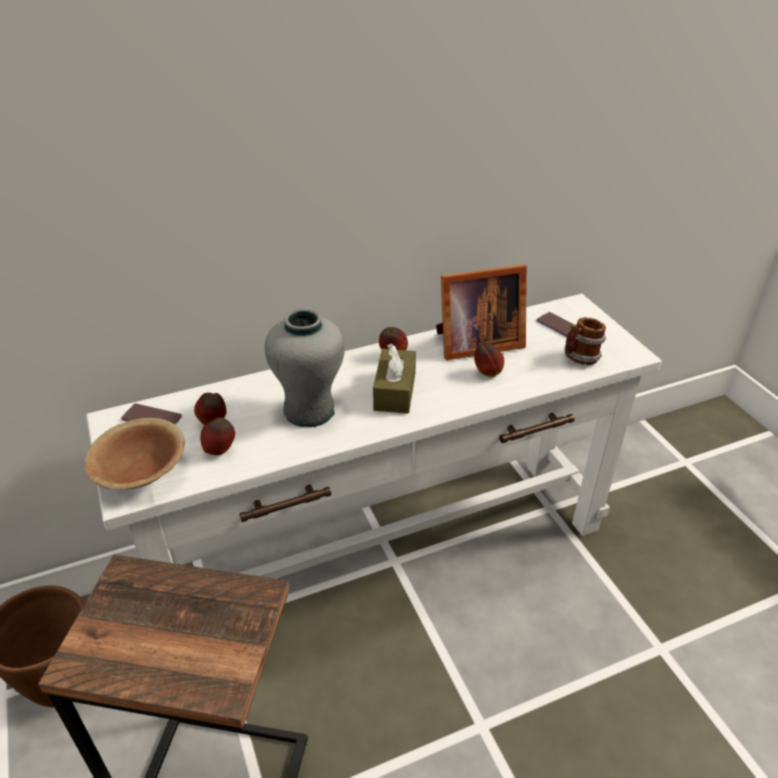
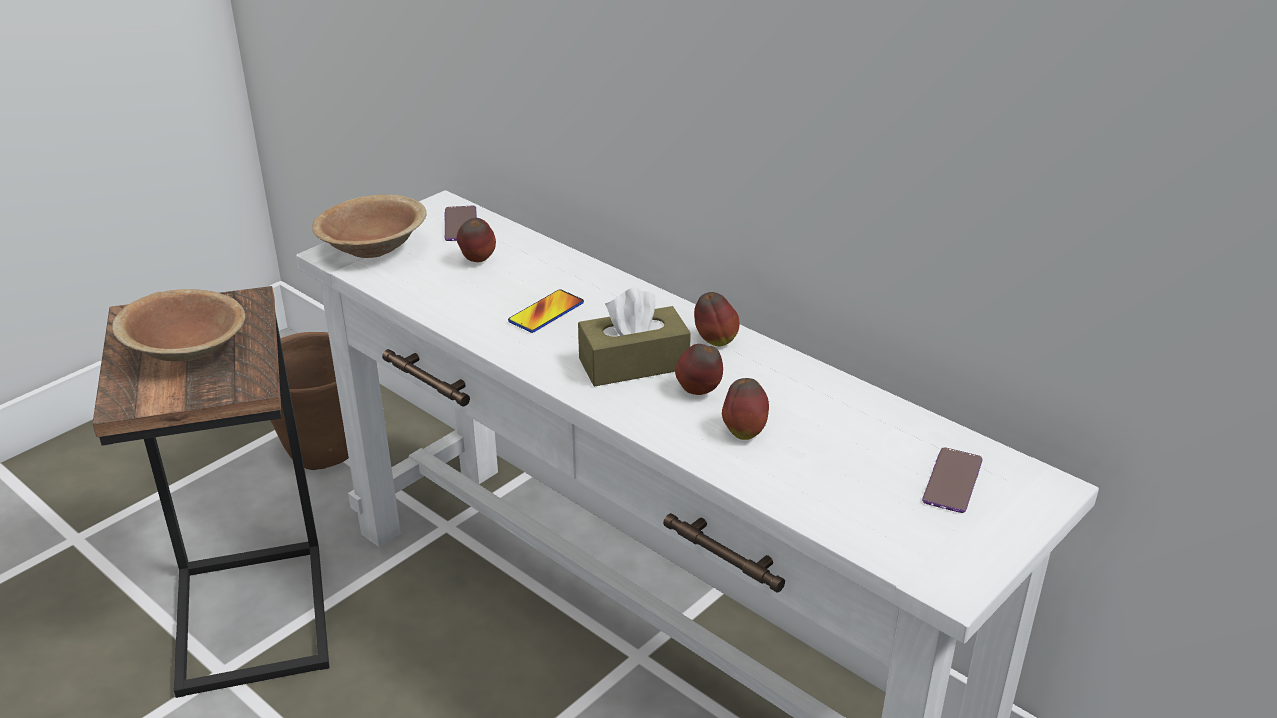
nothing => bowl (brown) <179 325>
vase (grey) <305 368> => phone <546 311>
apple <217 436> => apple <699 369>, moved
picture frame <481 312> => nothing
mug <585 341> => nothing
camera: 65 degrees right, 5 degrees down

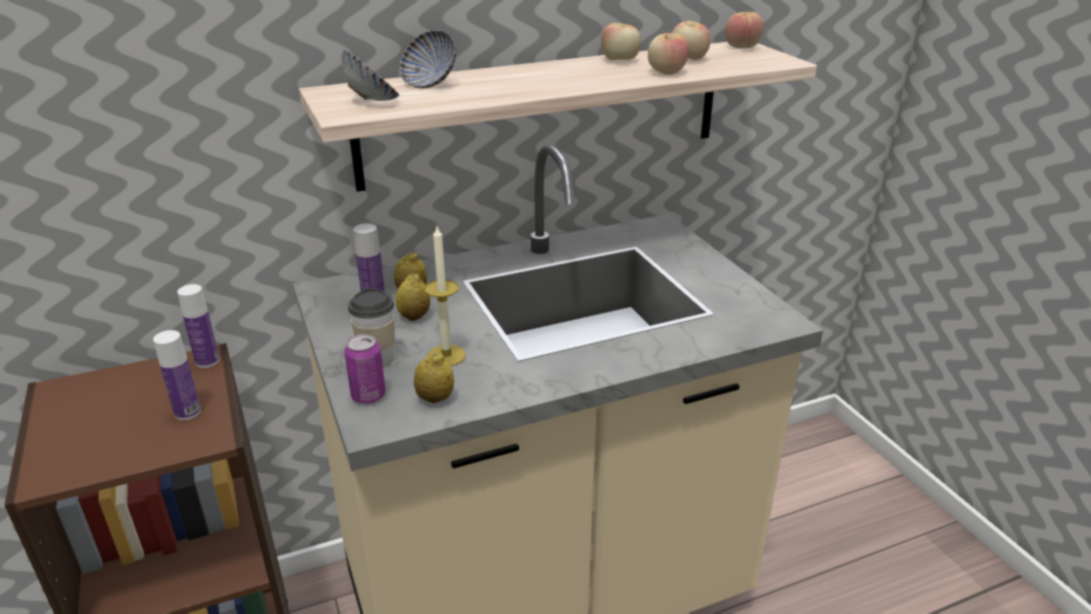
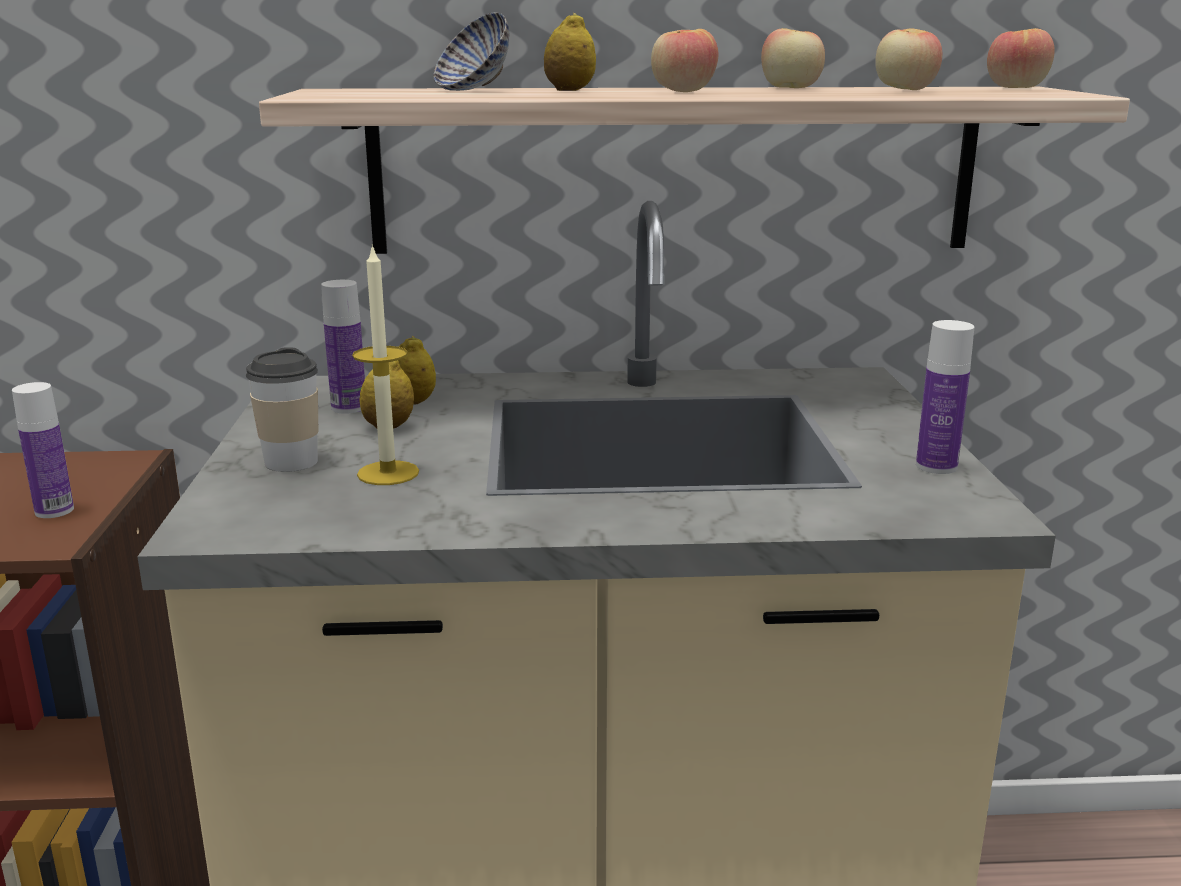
lemon <434 377> => lemon <570 52>, moved
apple <669 54> => apple <684 60>, moved
bottle <198 326> => bottle <945 397>, moved
bowl <370 75> => nothing
can <365 369> => nothing
camera: 20 degrees right, 10 degrees down

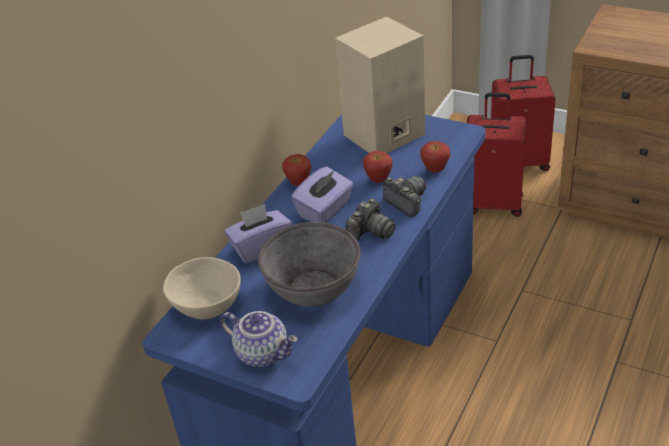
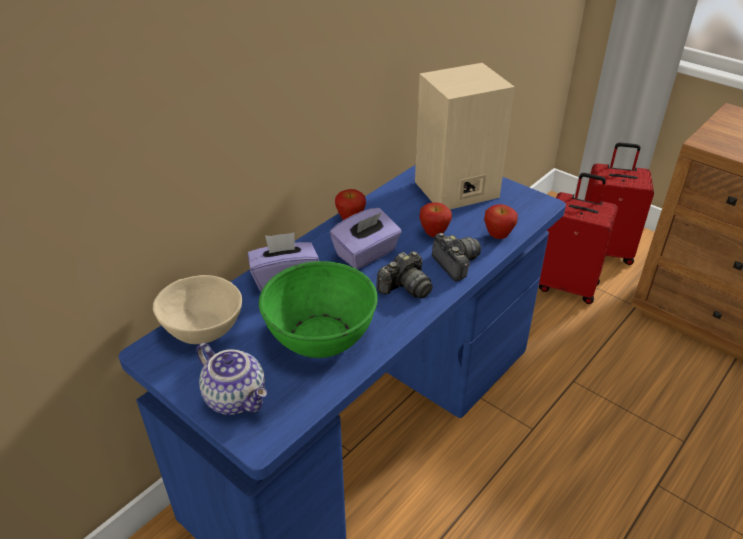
bowl (grey) <309 264> => bowl (green) <318 309>
camera: 10 degrees right, 0 degrees up

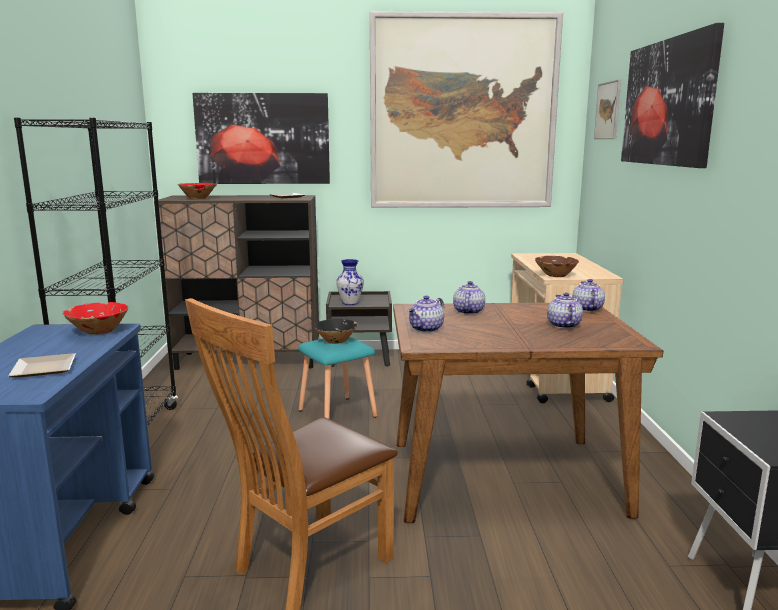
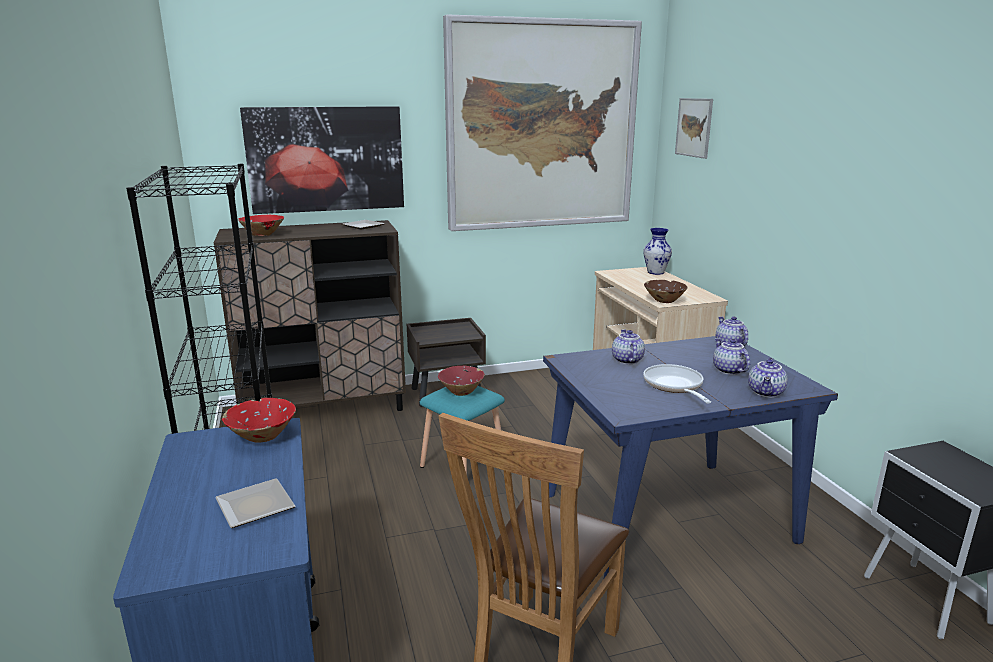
bowl (black) <336 331> => bowl (red) <461 381>
dining table (brown) <528 413> => dining table (blue) <690 457>
nothing => frying pan <677 384>
vase <350 282> => vase <658 251>, moved
teapot <426 314> => teapot <768 378>, moved
picture <672 95> => nothing
camera: 15 degrees left, 5 degrees up

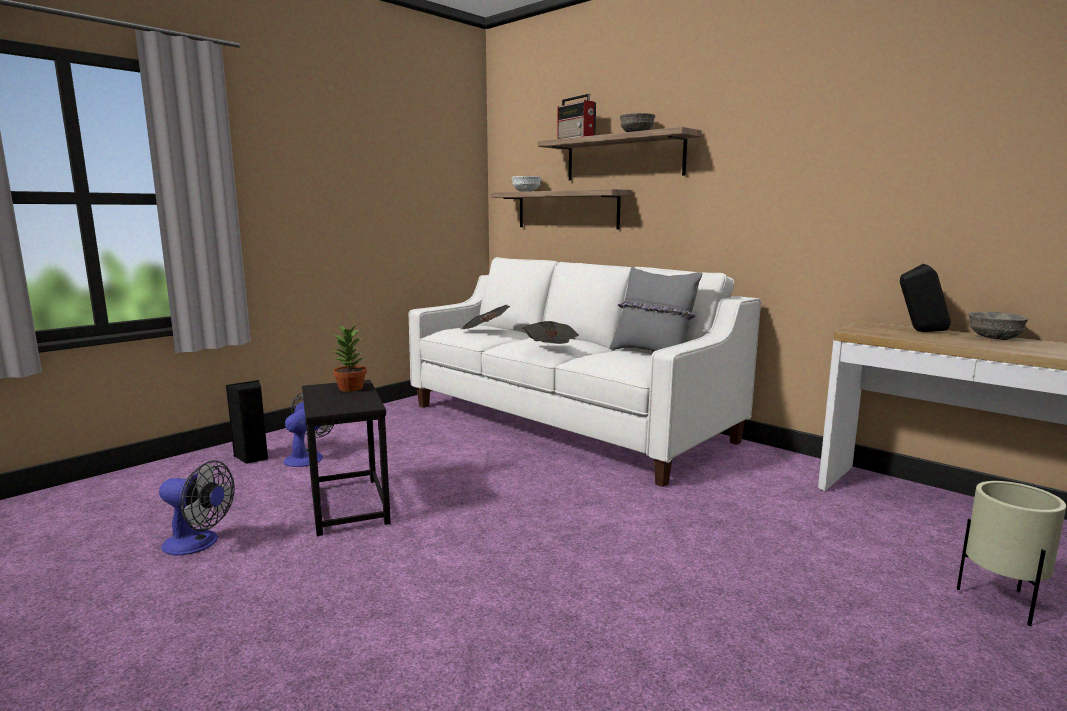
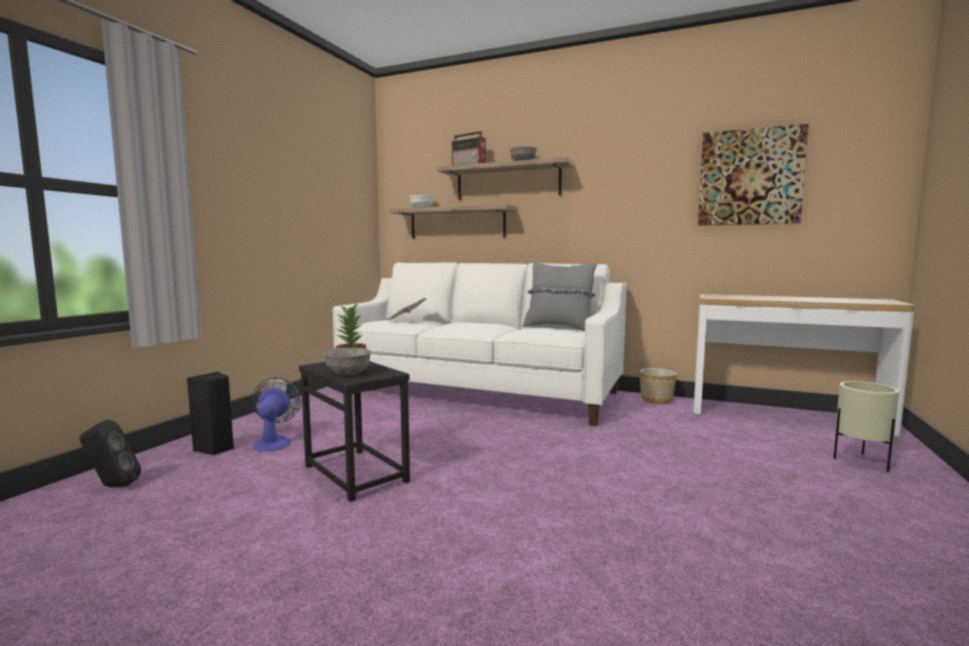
speaker (black) <925 298> => speaker (black) <110 453>, moved
bowl (grey) <998 326> => bowl (grey) <347 361>, moved
nothing => planter <658 386>
nothing => picture <753 175>
fan <197 507> => nothing
newspaper <550 332> => nothing
camera: 20 degrees left, 5 degrees down

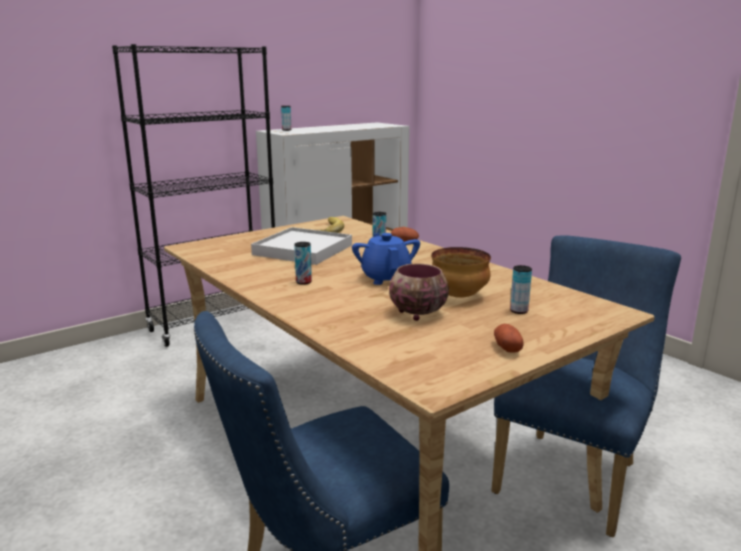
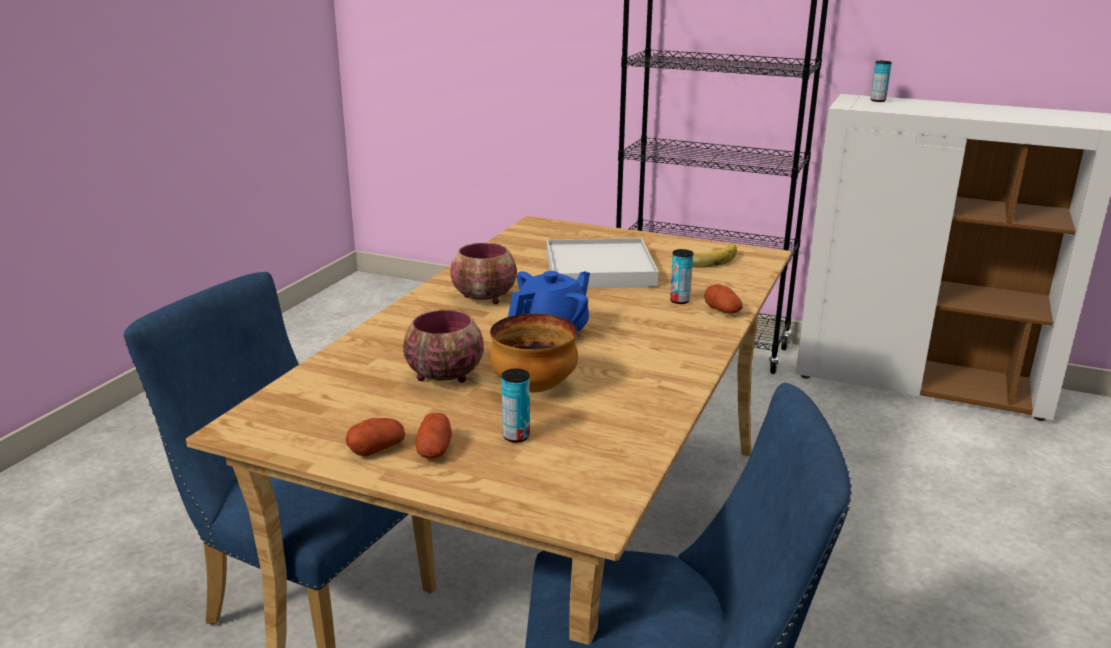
nothing => potato <434 436>
can <303 263> => bowl <483 273>
camera: 60 degrees right, 5 degrees up

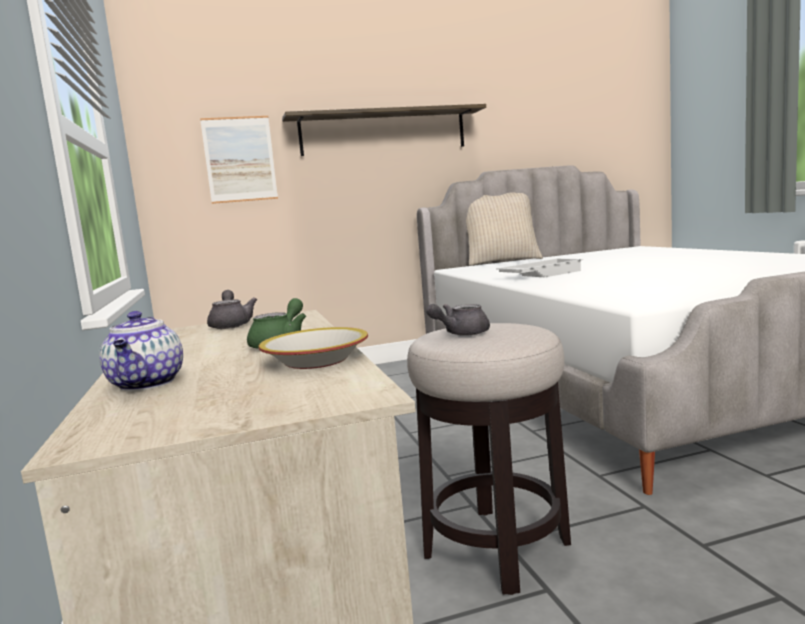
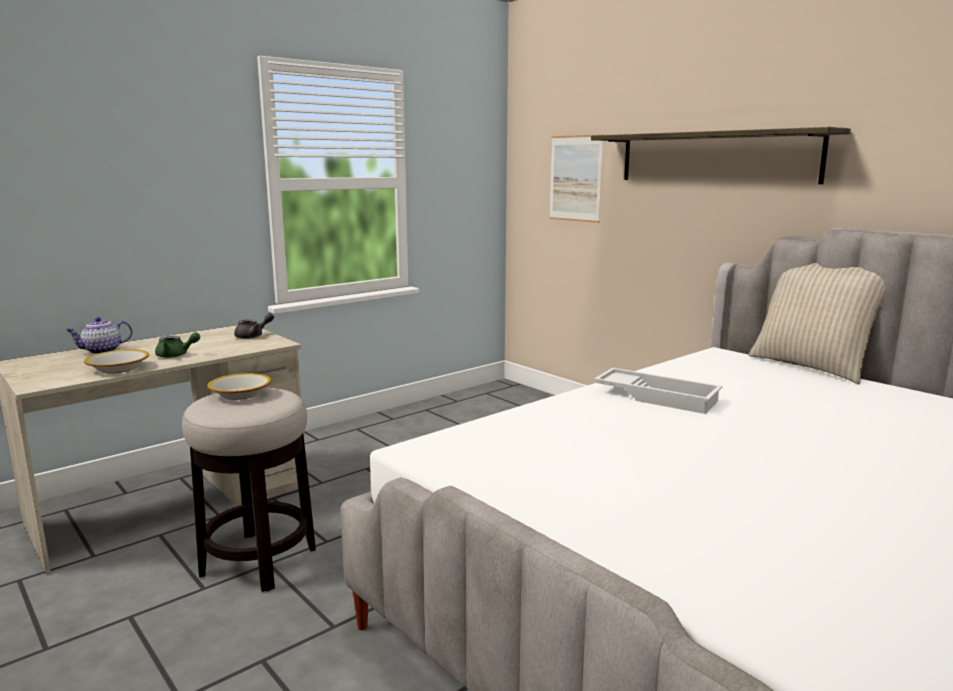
teapot (grey) <458 320> => bowl <239 386>
camera: 65 degrees right, 5 degrees up

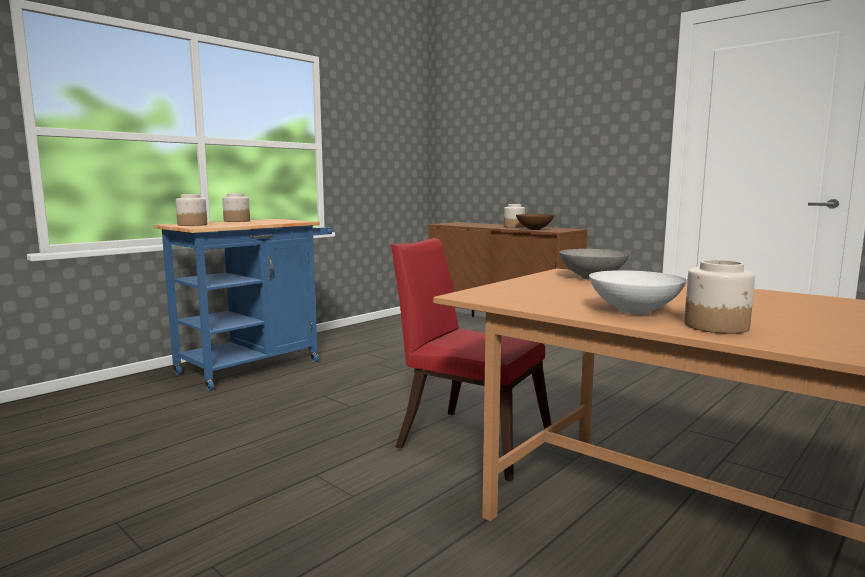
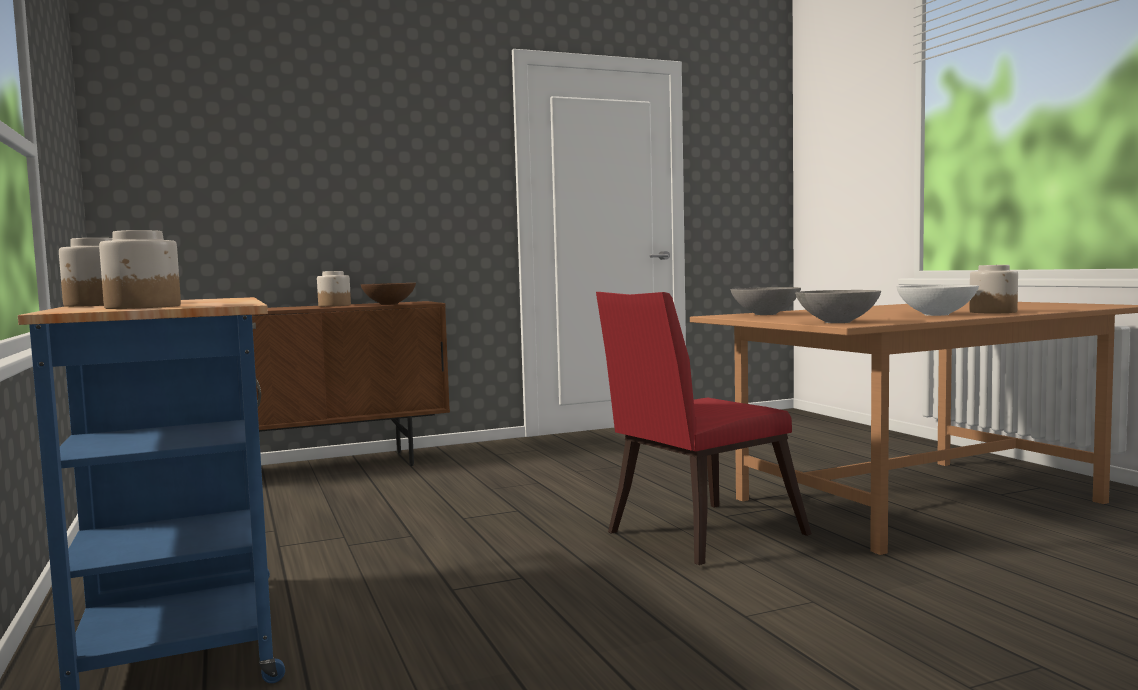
nothing => bowl (grey) <838 306>
camera: 65 degrees left, 5 degrees down

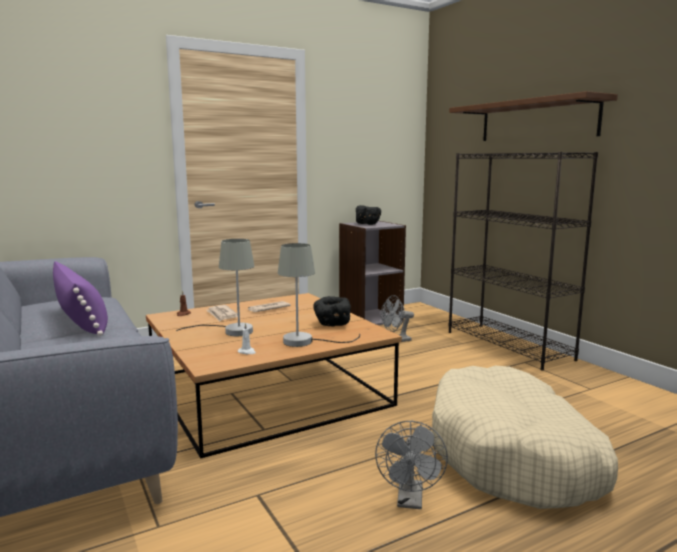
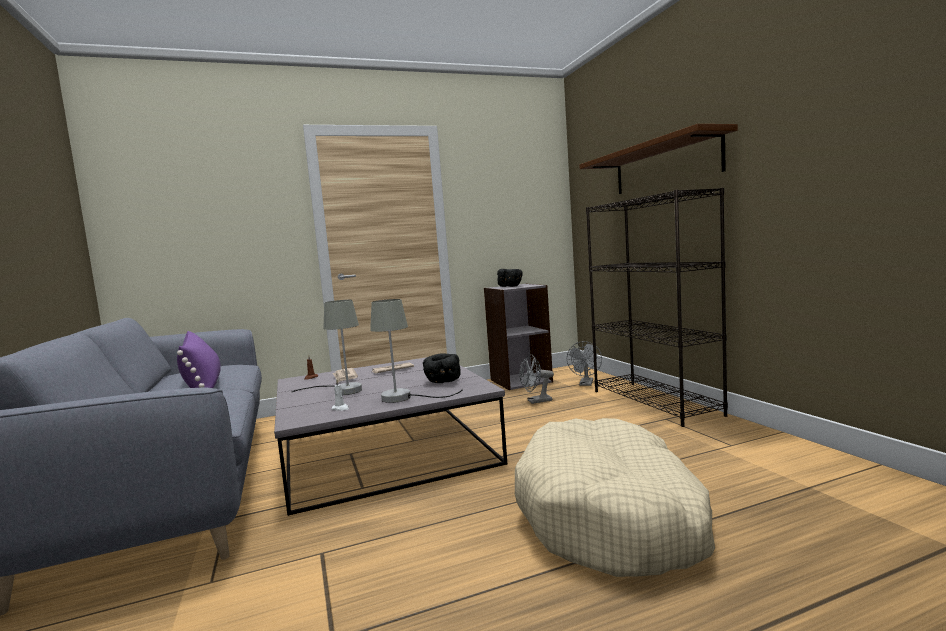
coffee table (brown) <274 375> => coffee table (grey) <390 436>
fan (grey) <411 465> => fan (grey) <584 363>, moved
camera: 10 degrees right, 5 degrees down

